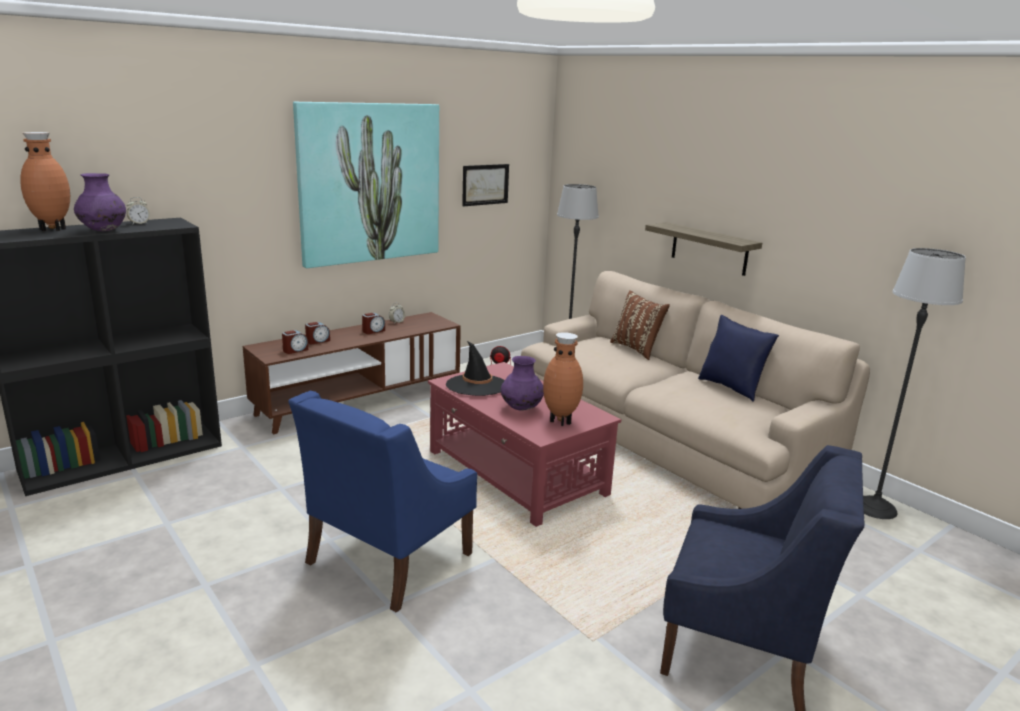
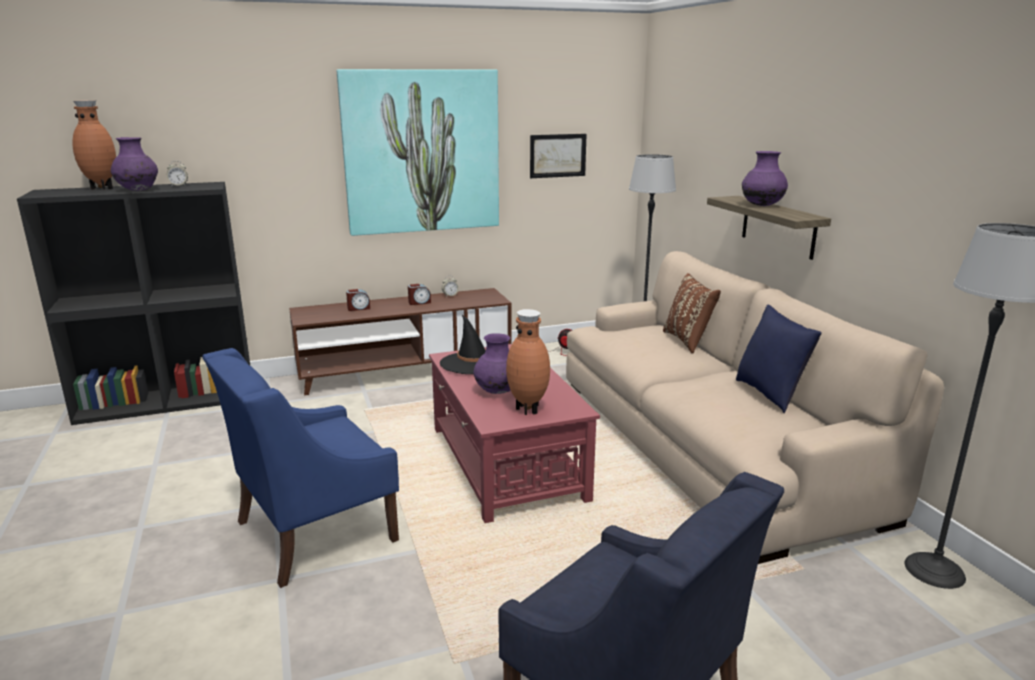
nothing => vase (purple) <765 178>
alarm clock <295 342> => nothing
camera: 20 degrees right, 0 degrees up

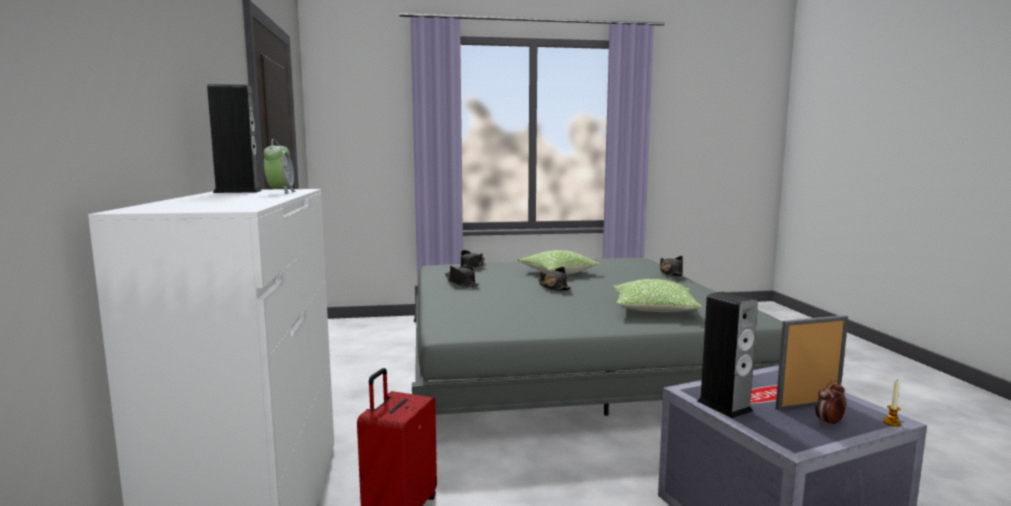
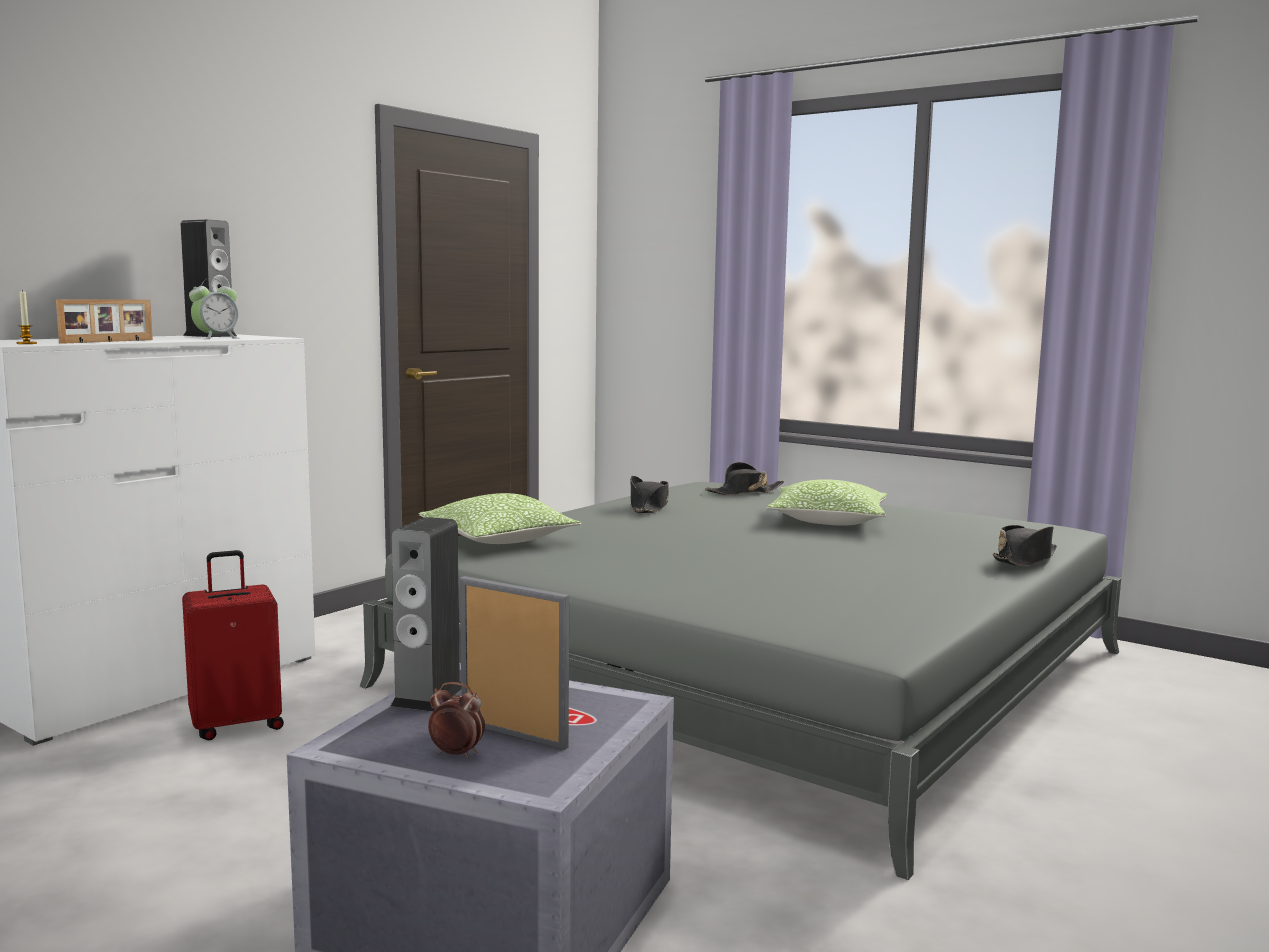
candle <892 403> => candle <26 317>, moved
nothing => picture frame <104 321>
pillow <657 295> => pillow <500 518>, moved
hat (black) <554 279> => nothing
camera: 45 degrees right, 0 degrees up

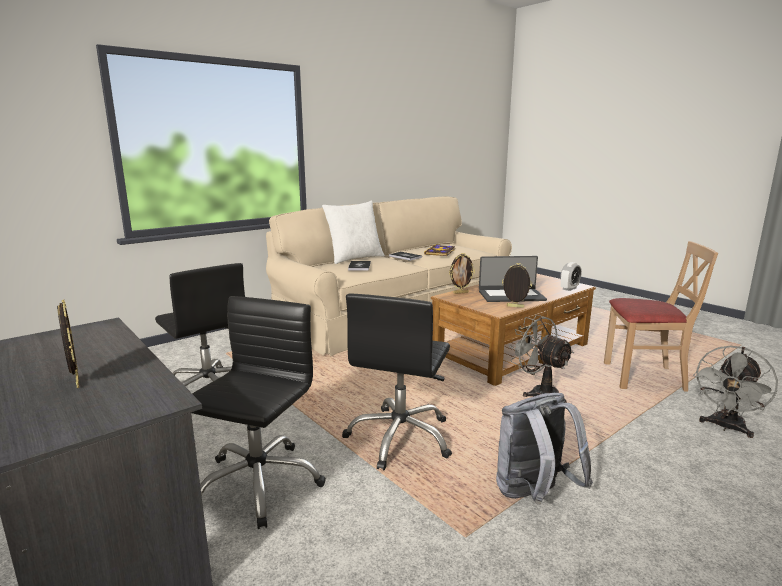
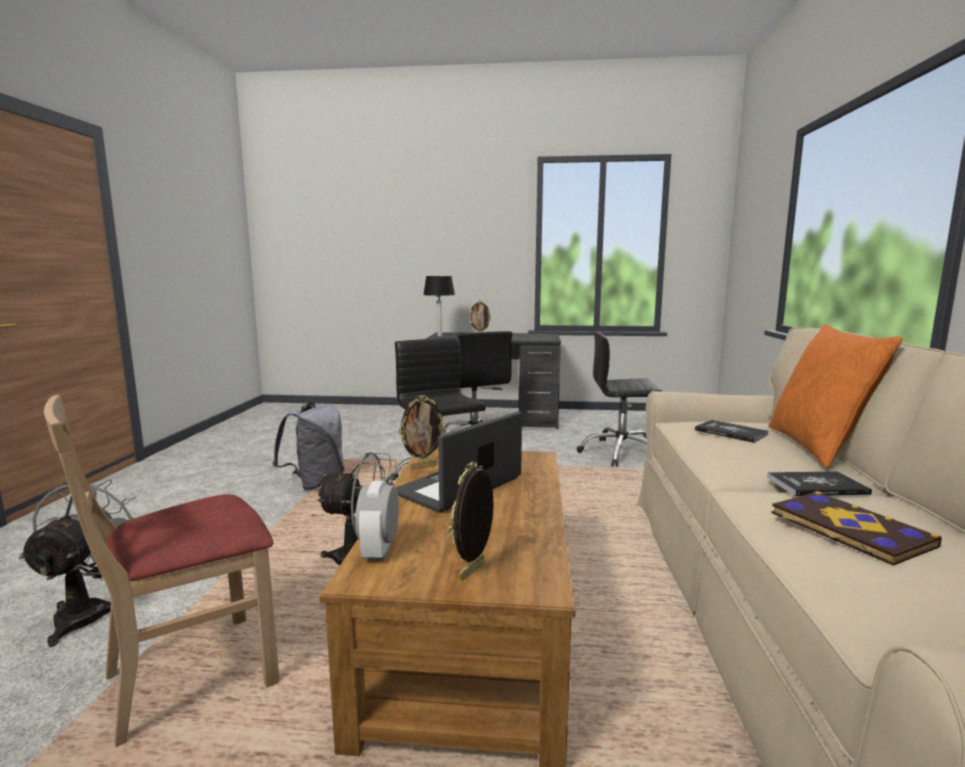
nothing => table lamp <439 306>
picture frame <462 273> => picture frame <471 521>, moved
pillow (white) <353 232> => pillow (orange) <836 396>
camera: 135 degrees right, 5 degrees down

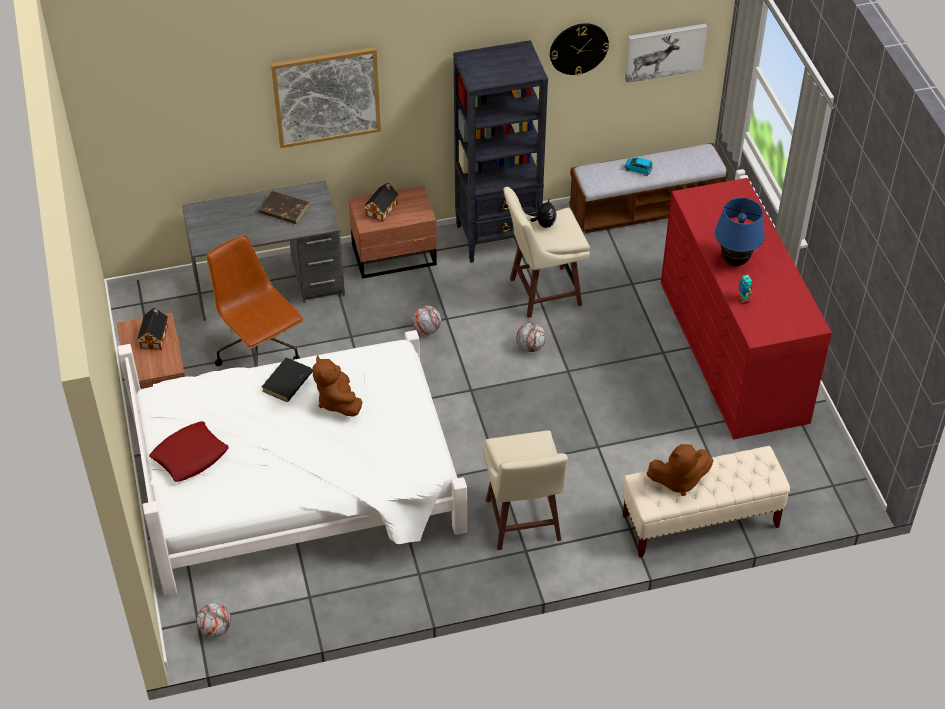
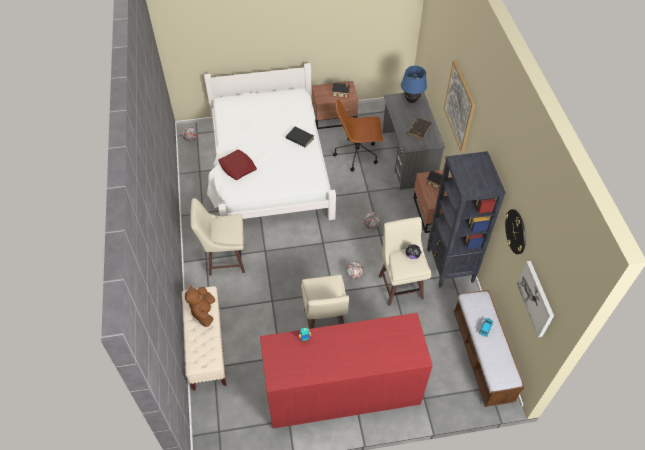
pillow (red) <189 451> => pillow (red) <237 165>, moved
nothing => stool (beige) <325 302>
office chair (brown) <255 301> => office chair (brown) <358 135>, 150 degrees counterclockwise
table lamp (blue) <739 232> => table lamp (blue) <414 84>, moved
plush toy (brown) <337 386> => nothing
camera: 95 degrees right, 5 degrees up

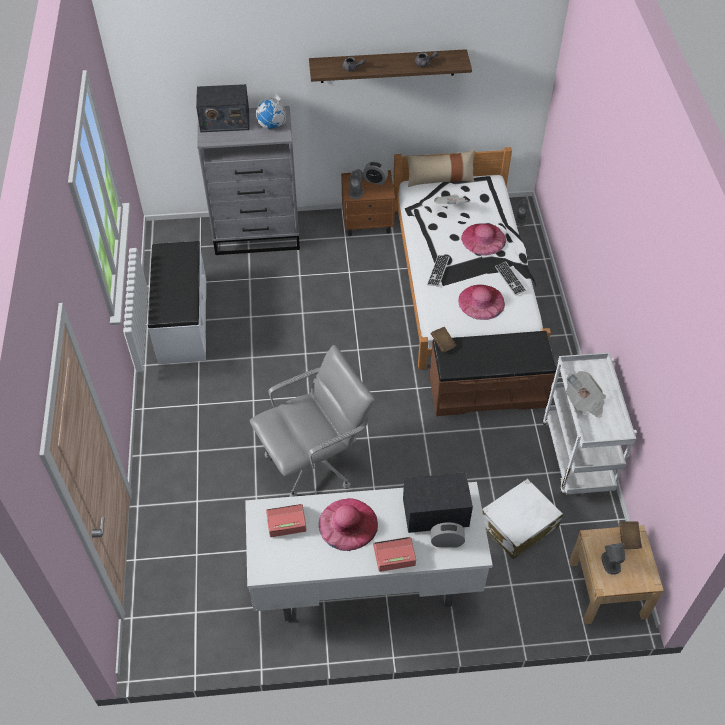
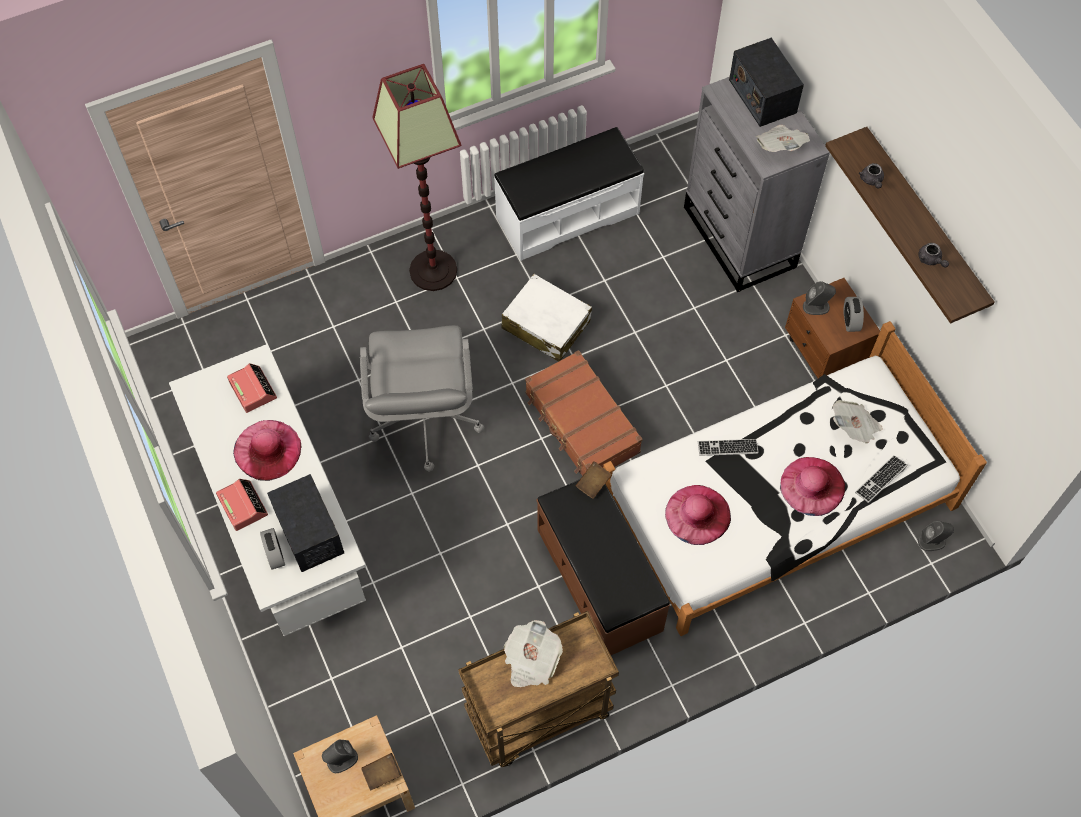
office chair (grey) <312 421> => office chair (grey) <422 398>, 45 degrees clockwise
nothing => floor lamp <416 177>
cart (white) <589 423> => cart (brown) <538 689>
suitcase (white) <522 518> => suitcase (white) <547 318>, moved
nothing => suitcase (brown) <584 413>
globe <271 112> => newspaper <783 138>
keyboard <510 278> => keyboard <881 479>, moved
pillow (beige) <440 168> => nothing
camera: 70 degrees right, 10 degrees up

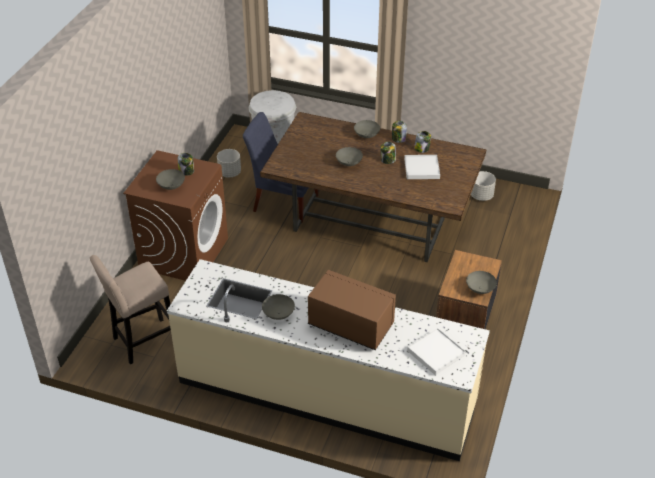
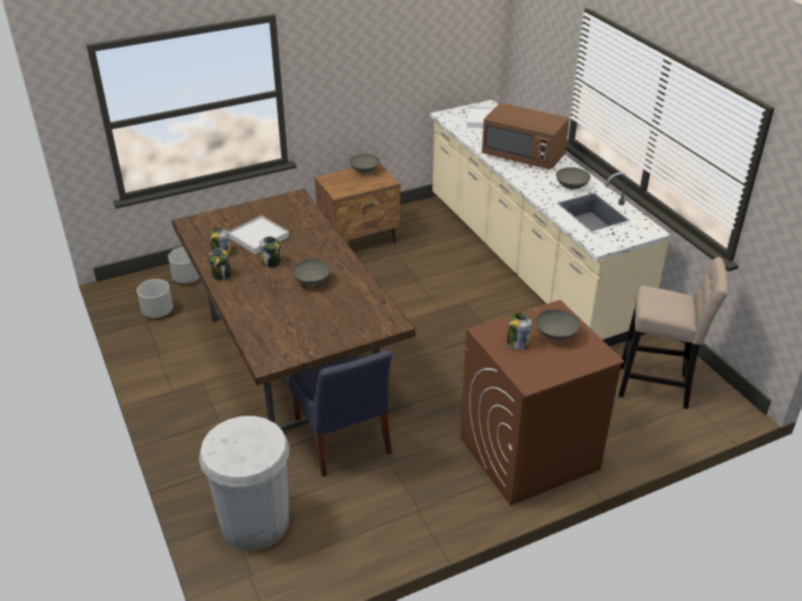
planter (grey) <229 163> => planter (grey) <183 265>, moved
microwave (brown) <352 310> => microwave (brown) <525 136>, 45 degrees counterclockwise
bowl (grey) <367 129> => nothing
camera: 135 degrees left, 5 degrees down

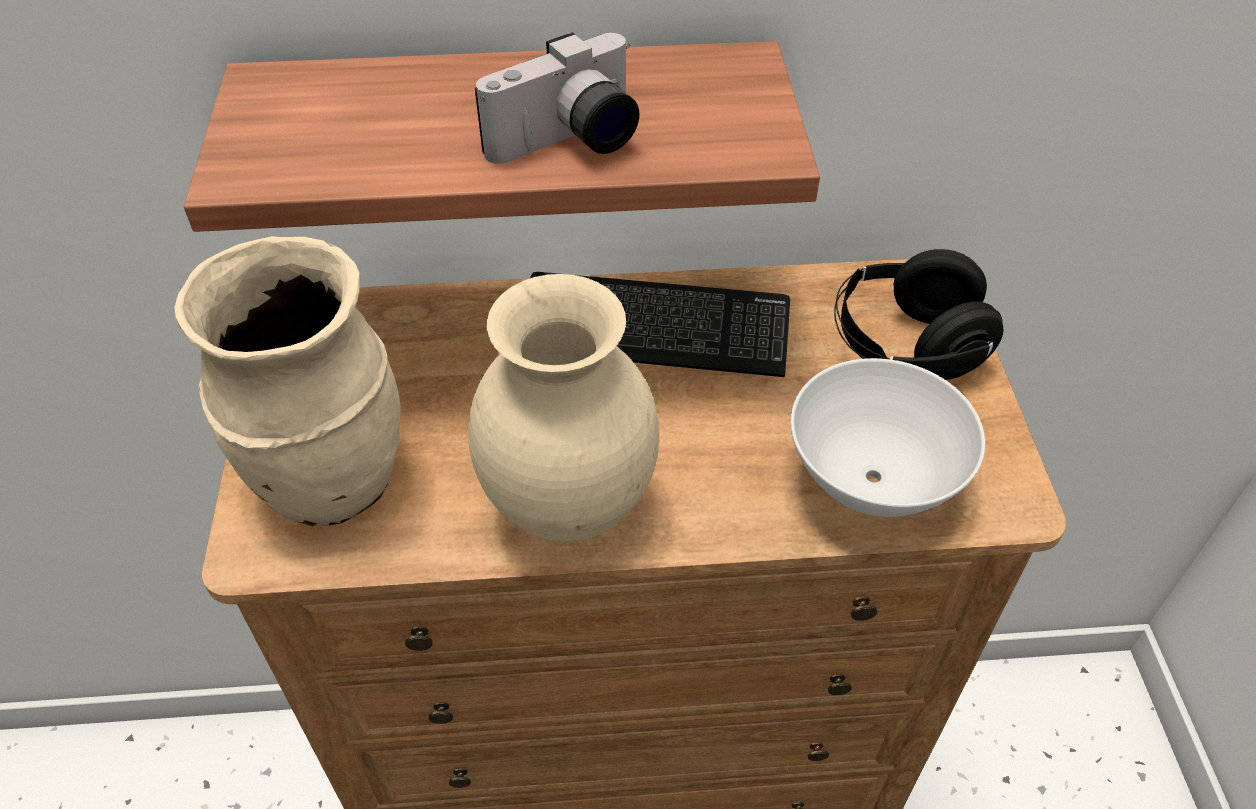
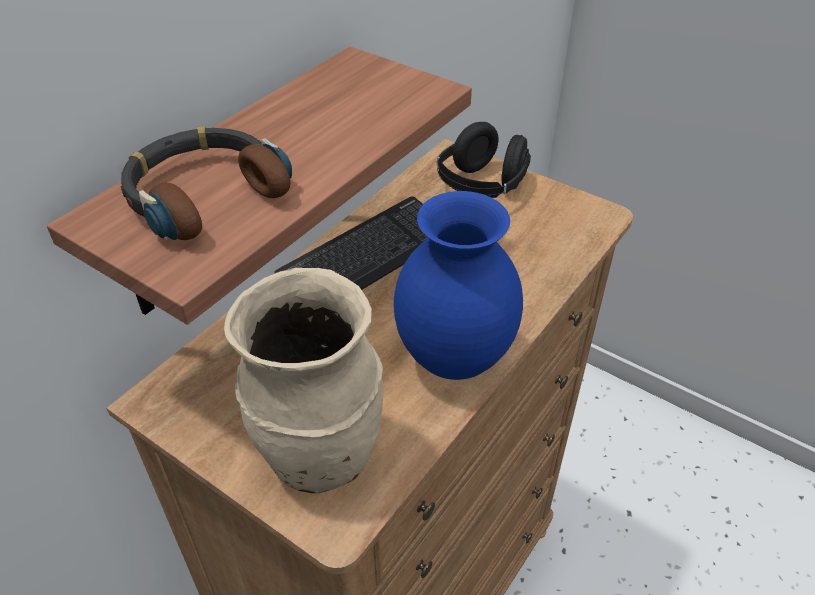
nothing => headphones <206 183>
vase (beige) <563 408> => vase (blue) <458 285>
photo camera <557 98> => nothing
bowl (white) <887 437> => nothing
camera: 50 degrees left, 5 degrees down

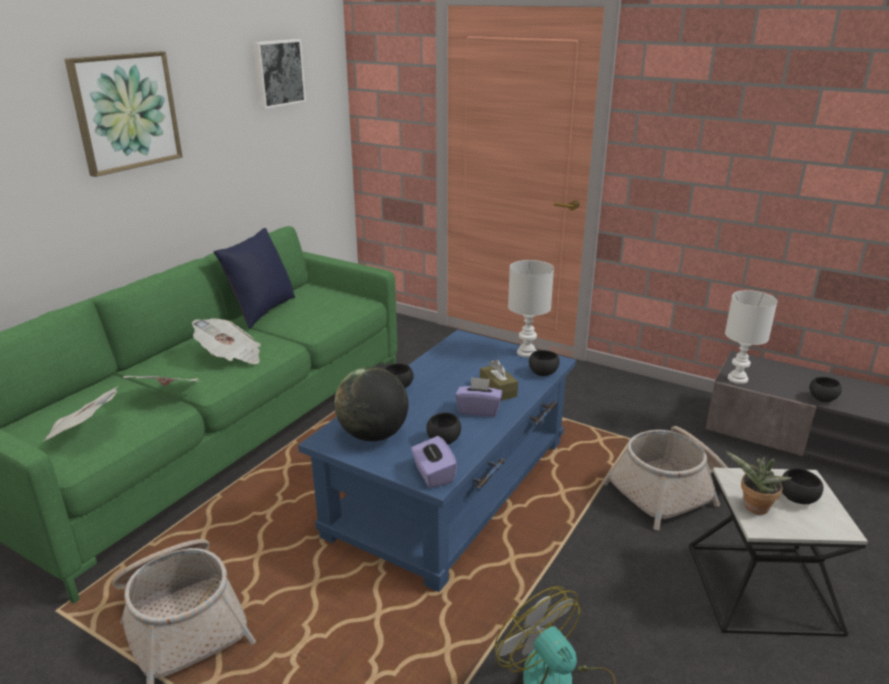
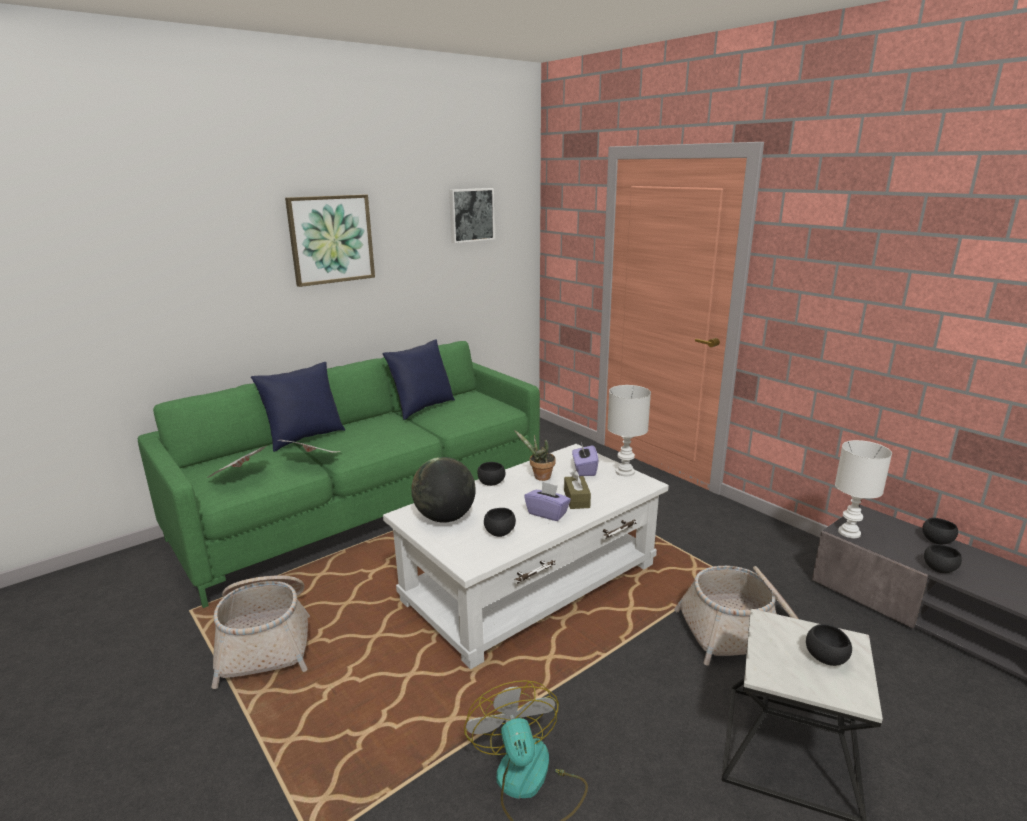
nothing => pillow (blue) <298 407>
coffee table (blue) <437 461> => coffee table (white) <526 556>
potted plant <759 483> => potted plant <535 455>, moved
tissue box (purple) <434 462> => tissue box (purple) <585 459>, moved
bowl (black) <544 363> => bowl (black) <940 531>, moved
newspaper <226 341> => nothing
camera: 20 degrees right, 5 degrees down

